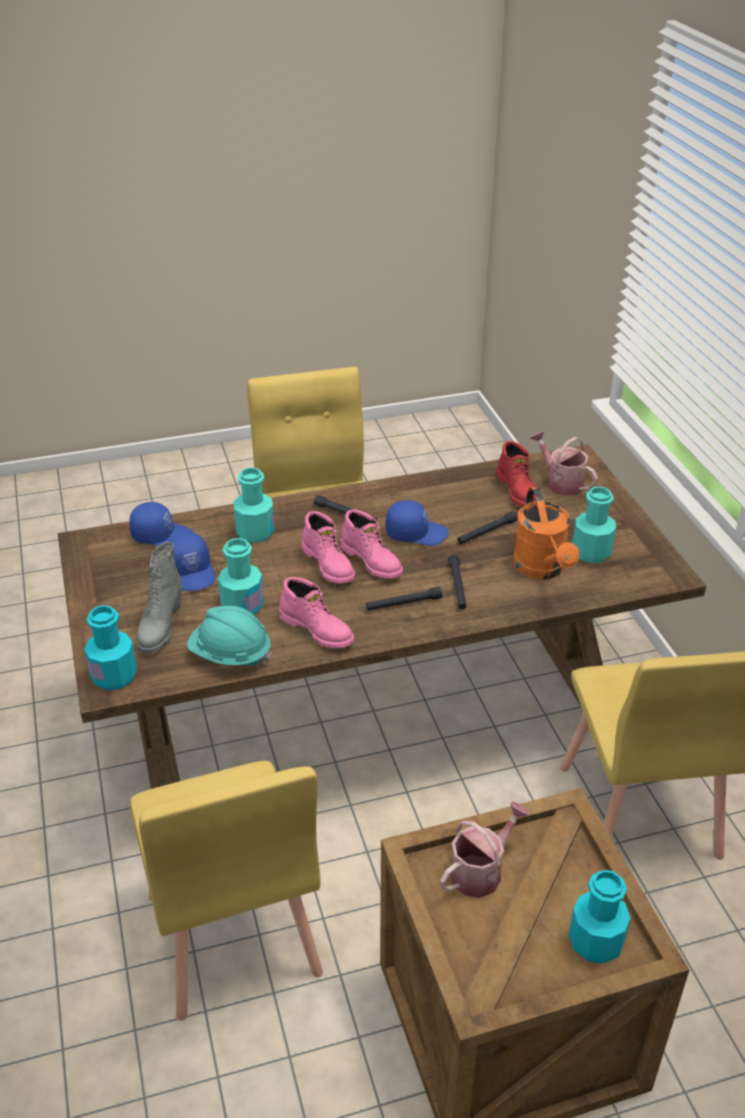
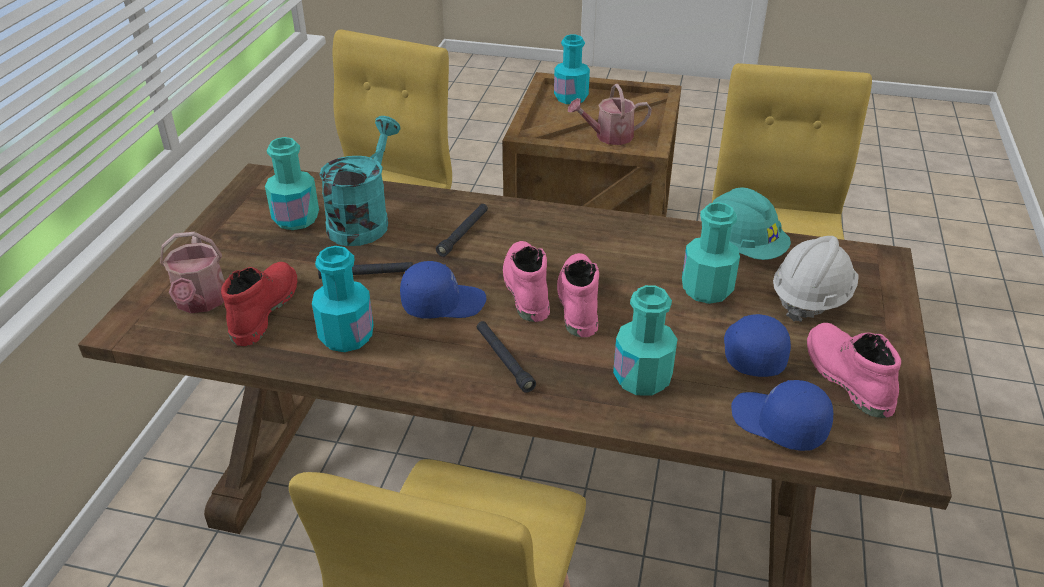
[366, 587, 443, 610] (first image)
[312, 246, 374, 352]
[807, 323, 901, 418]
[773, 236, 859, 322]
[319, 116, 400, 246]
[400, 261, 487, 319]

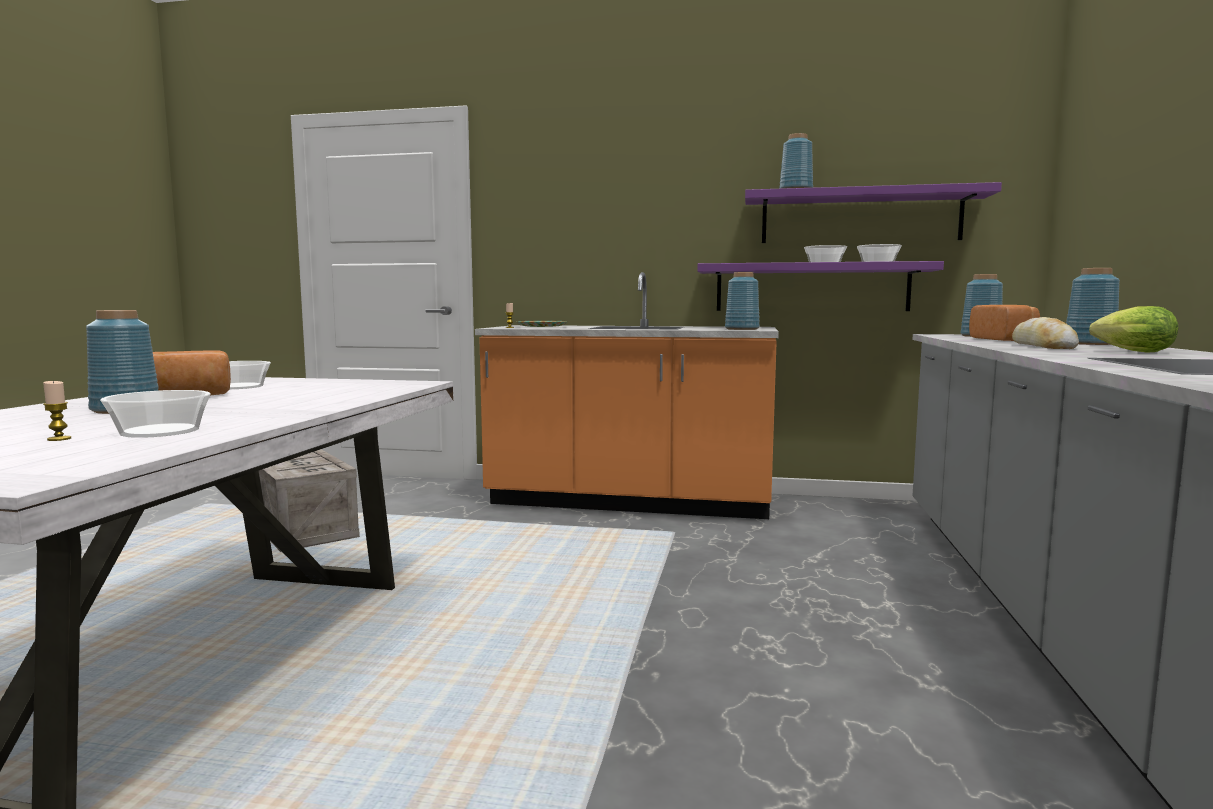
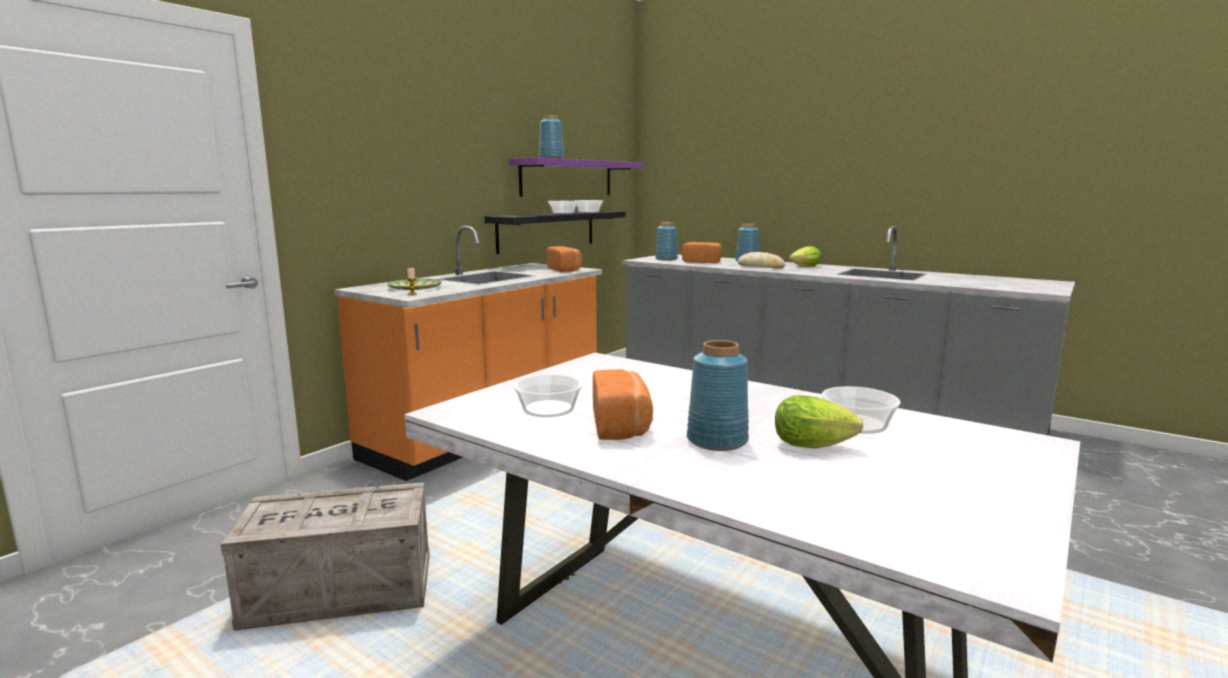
[43, 380, 71, 441] (first image)
[775, 395, 863, 449]
[546, 246, 582, 272]
[484, 211, 626, 254]

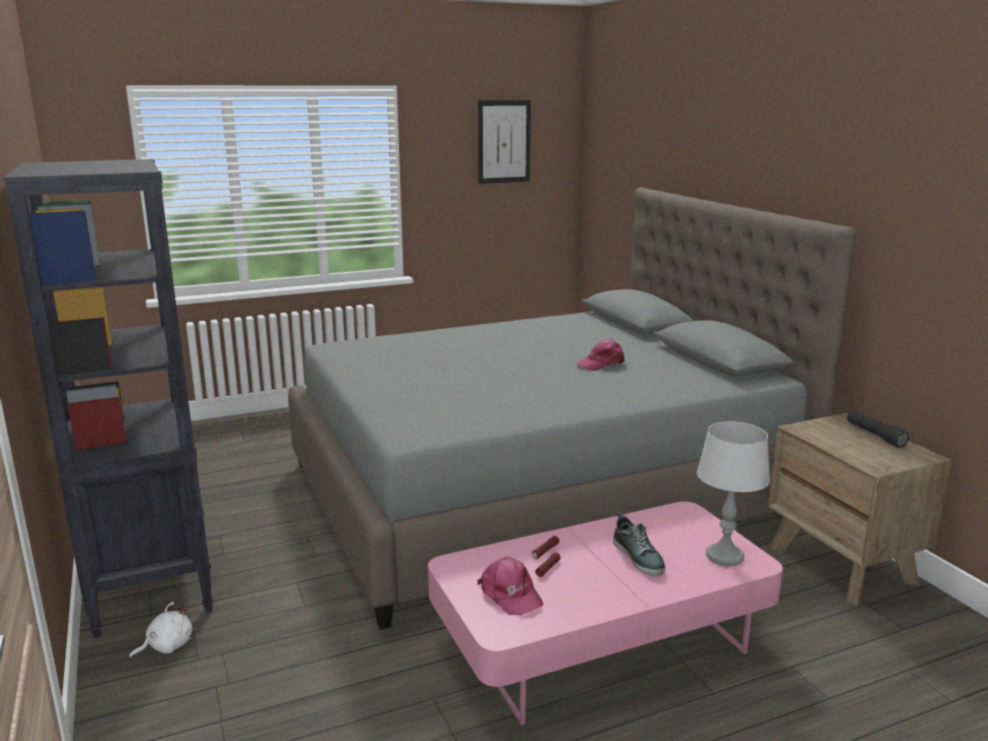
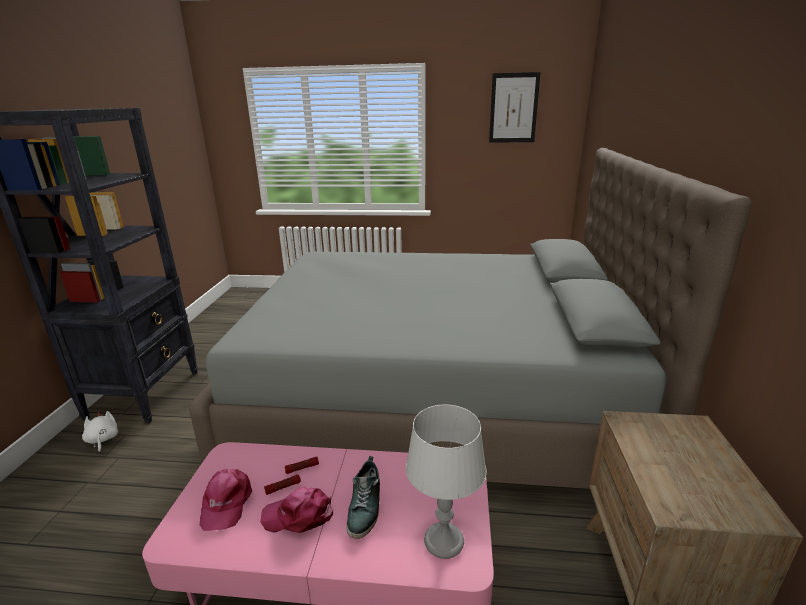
[847, 411, 910, 447] (first image)
[260, 486, 333, 533]
[82, 411, 118, 453]

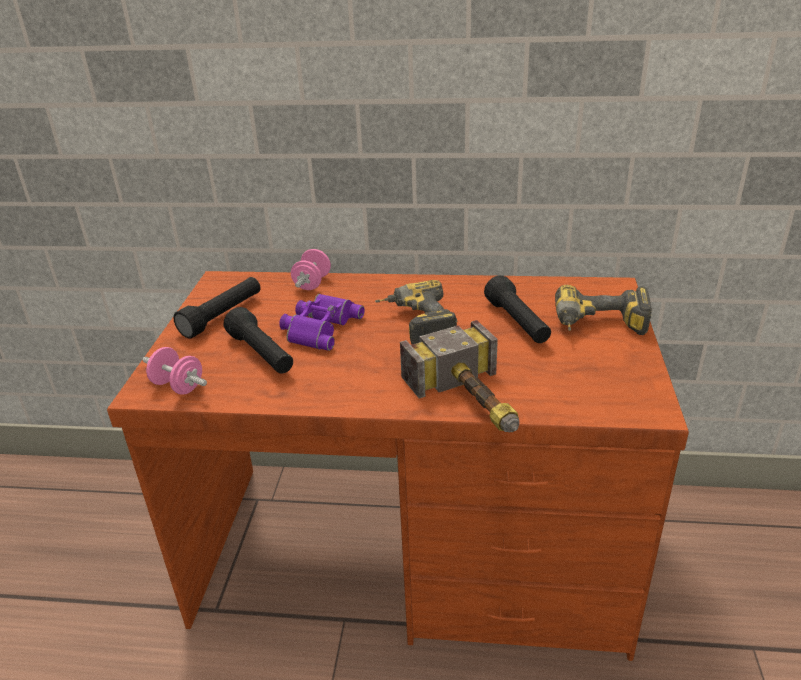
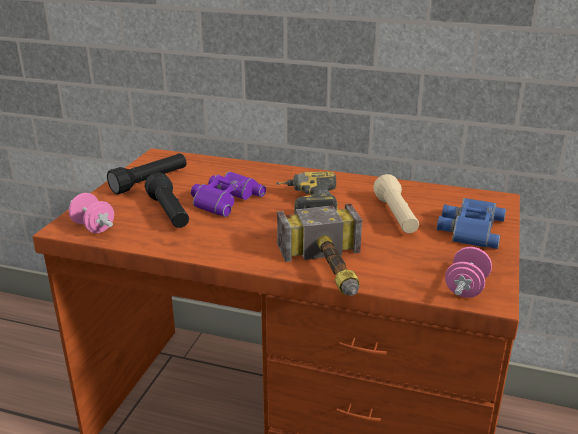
[445, 247, 492, 298]
[437, 198, 506, 249]
[373, 174, 419, 233]

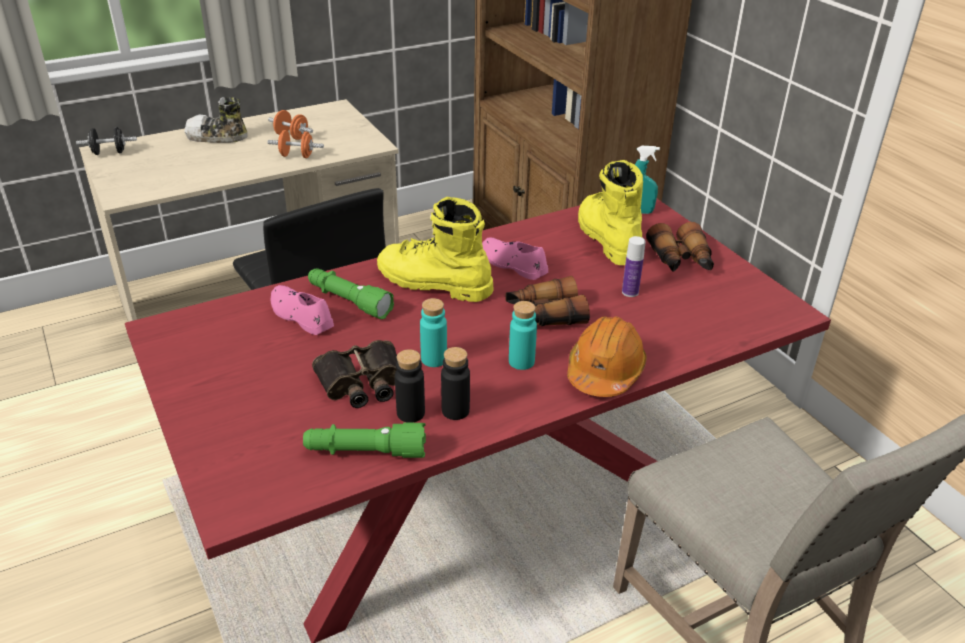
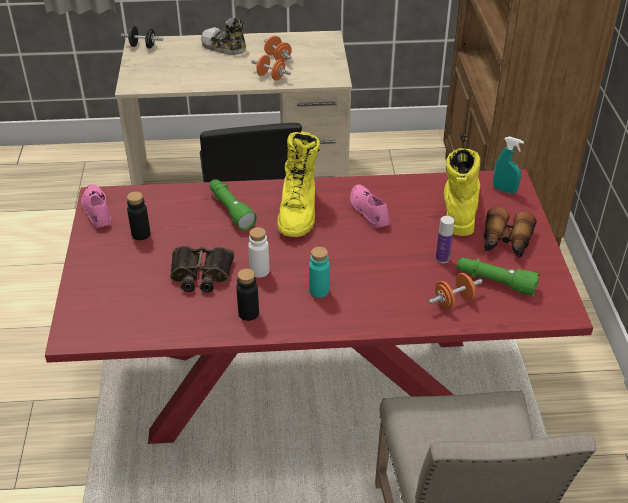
[505, 276, 590, 326] (first image)
[567, 317, 647, 397] (first image)
[428, 273, 483, 309]
[81, 184, 112, 228]
[456, 257, 540, 296]
[127, 191, 150, 240]
[248, 227, 270, 278]
[277, 131, 320, 237]

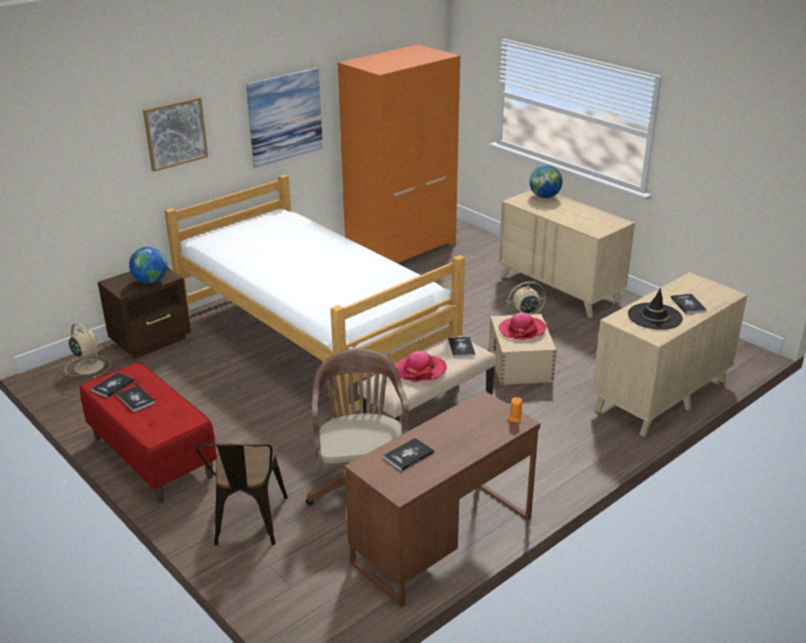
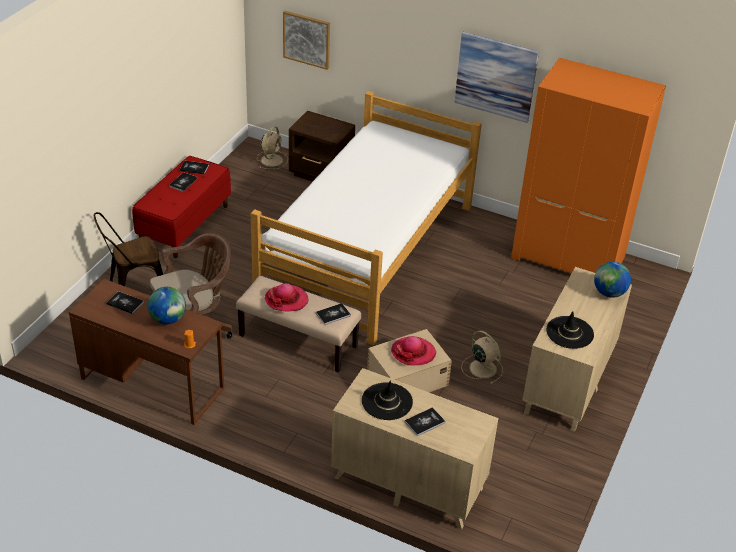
[546, 311, 594, 349]
[148, 287, 186, 324]
[283, 11, 330, 70]

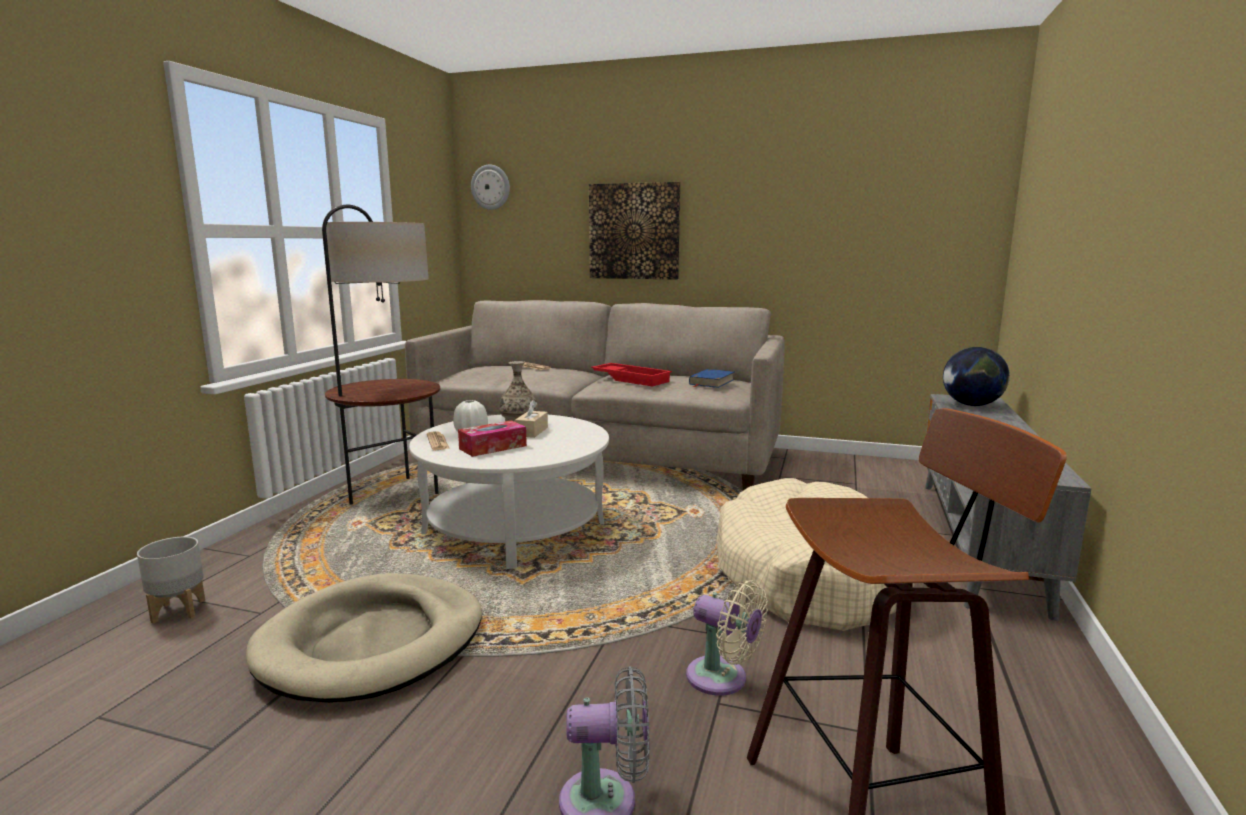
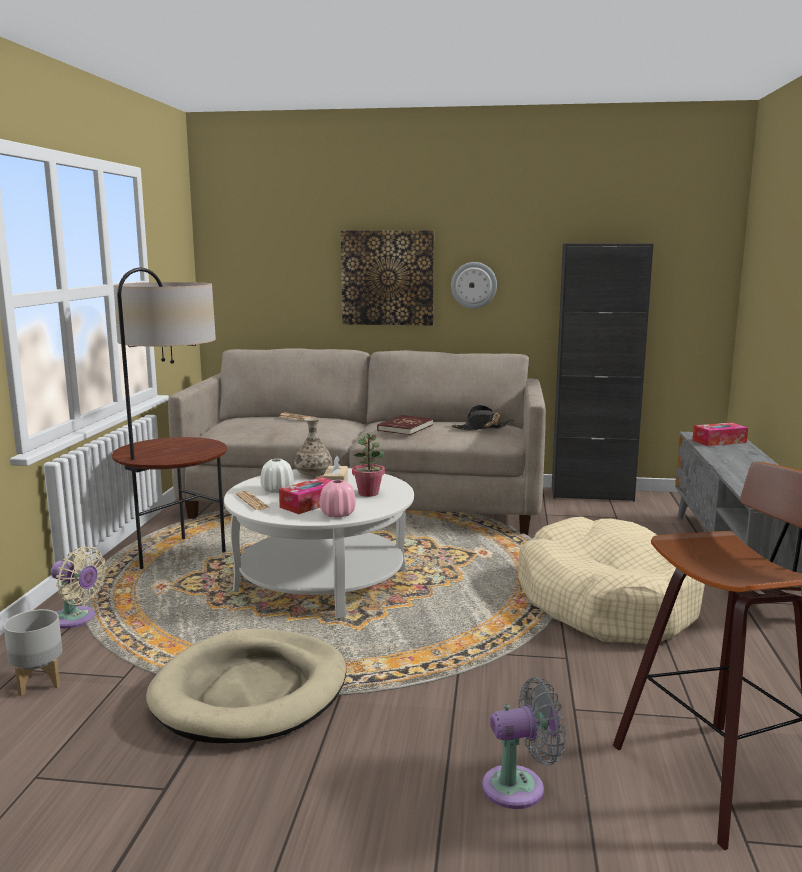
[320, 480, 356, 518]
[352, 433, 385, 497]
[552, 244, 654, 502]
[451, 262, 497, 308]
[50, 547, 107, 629]
[377, 415, 433, 435]
[452, 405, 514, 431]
[692, 423, 748, 446]

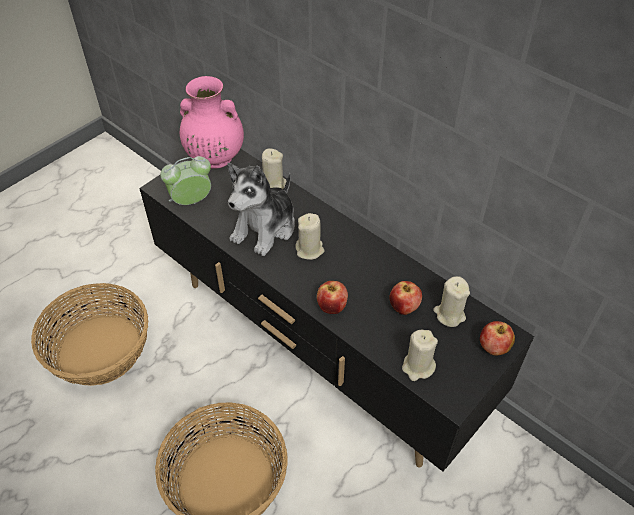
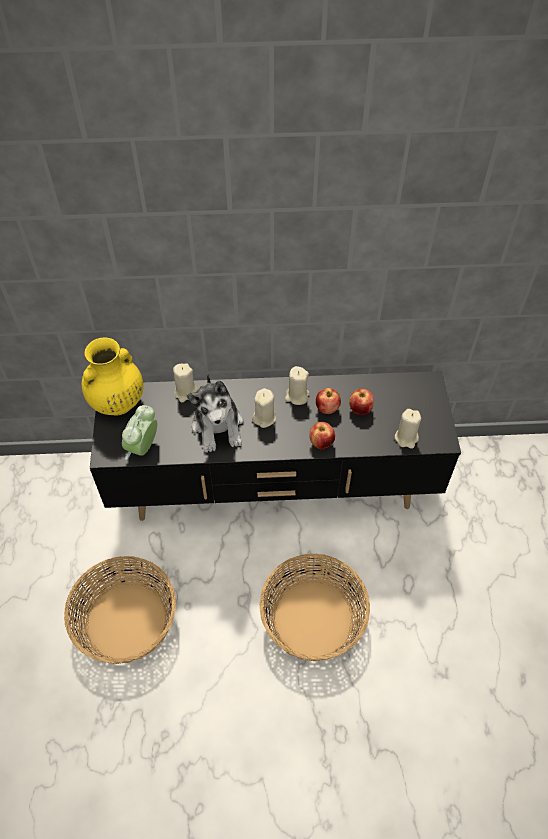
[285, 366, 310, 405]
[316, 388, 341, 414]
[82, 338, 143, 416]

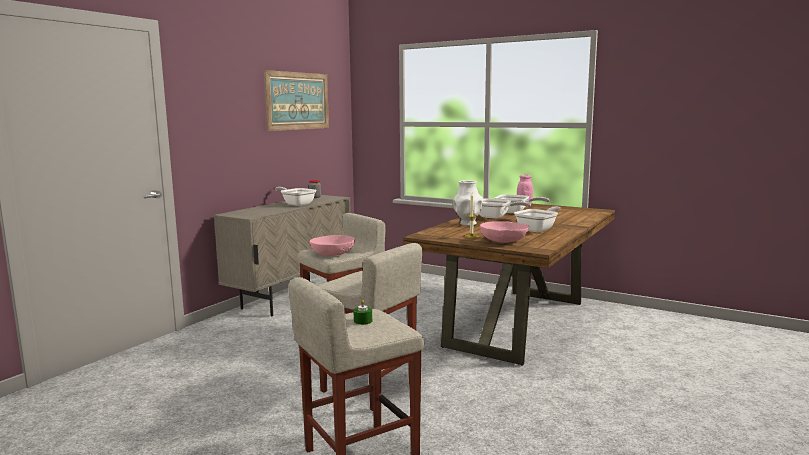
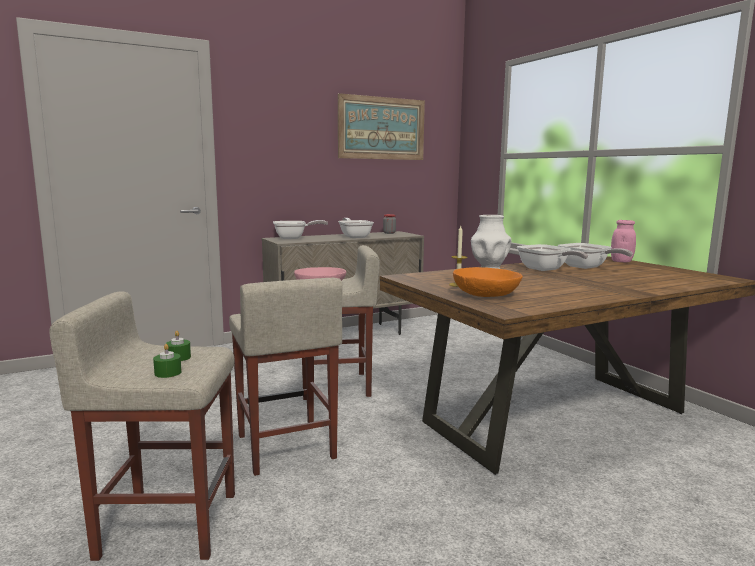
[153, 344, 182, 378]
[273, 220, 328, 239]
[453, 267, 523, 297]

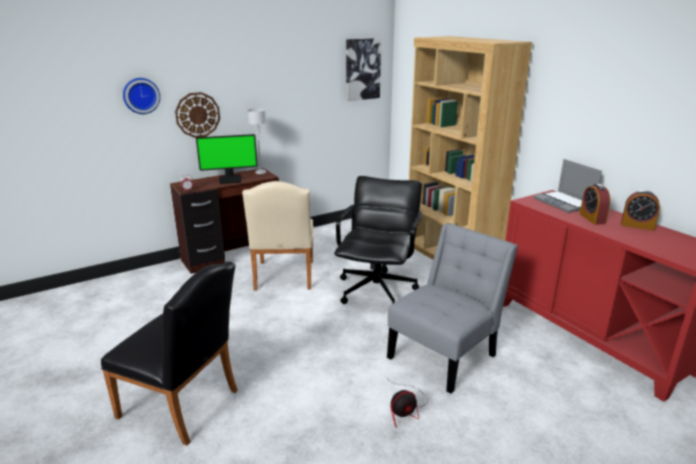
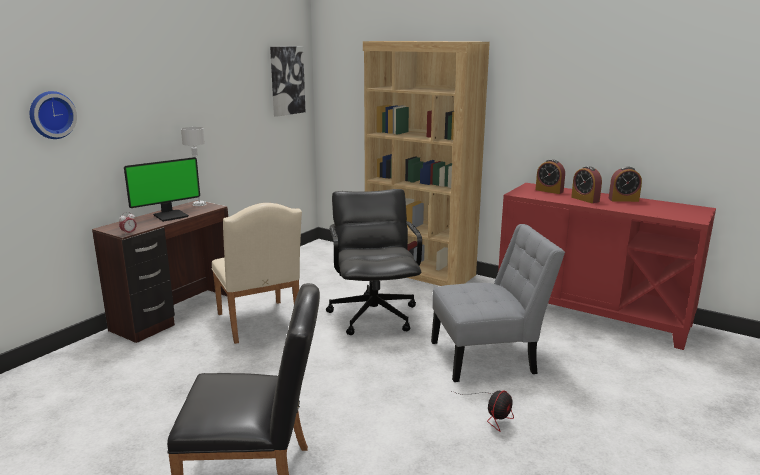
[175, 92, 220, 138] (first image)
[535, 159, 565, 194]
[431, 224, 565, 382]

